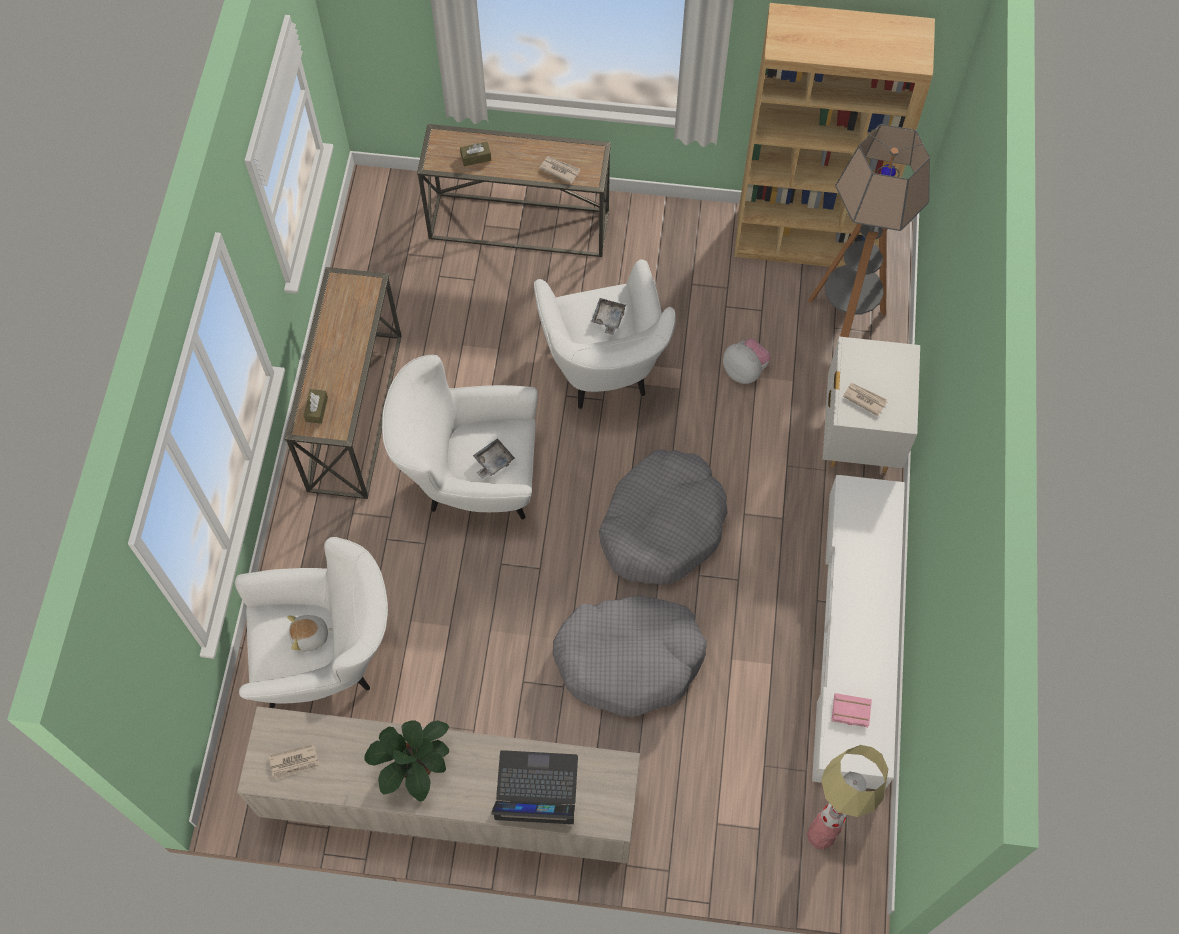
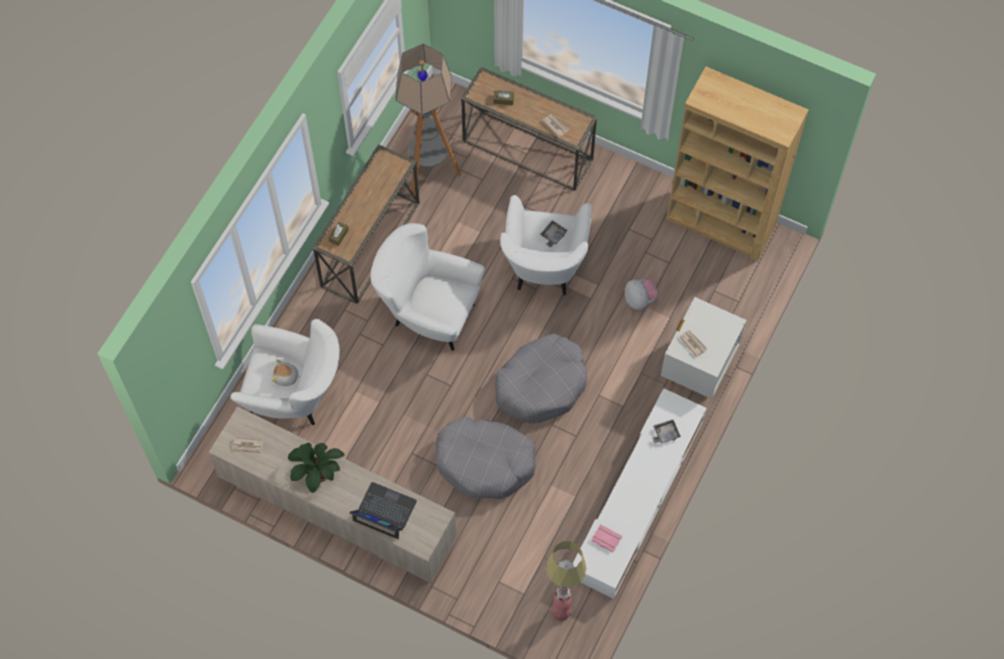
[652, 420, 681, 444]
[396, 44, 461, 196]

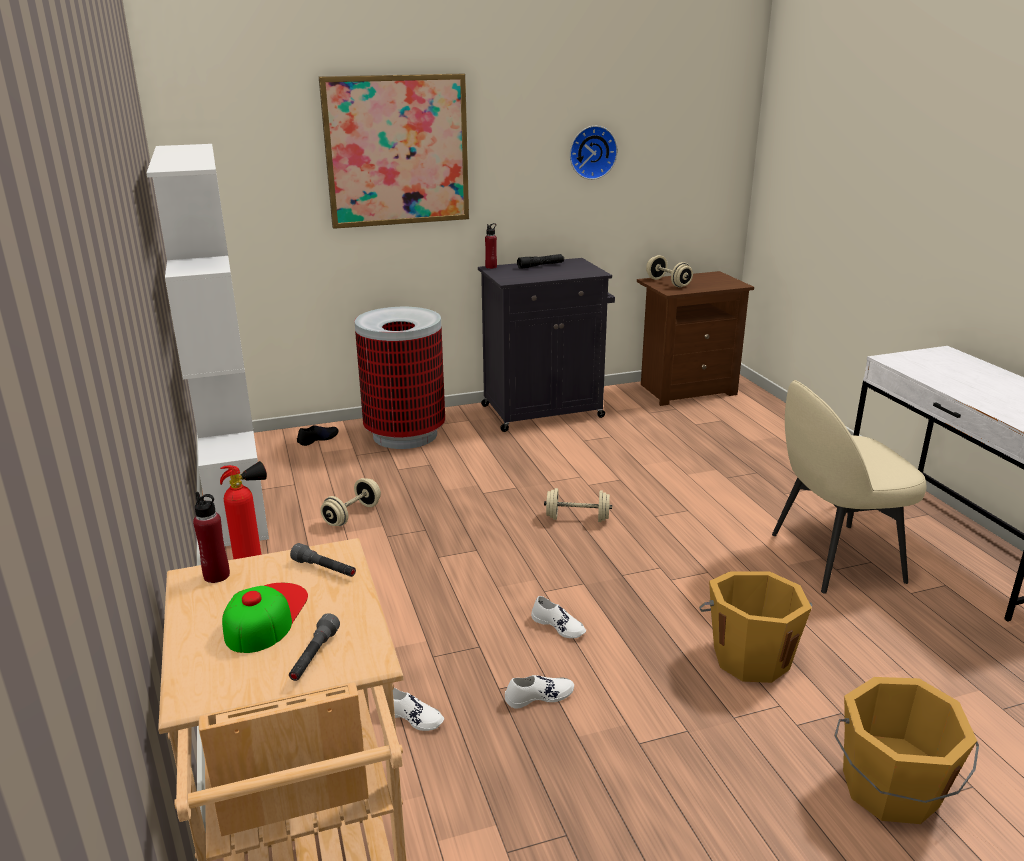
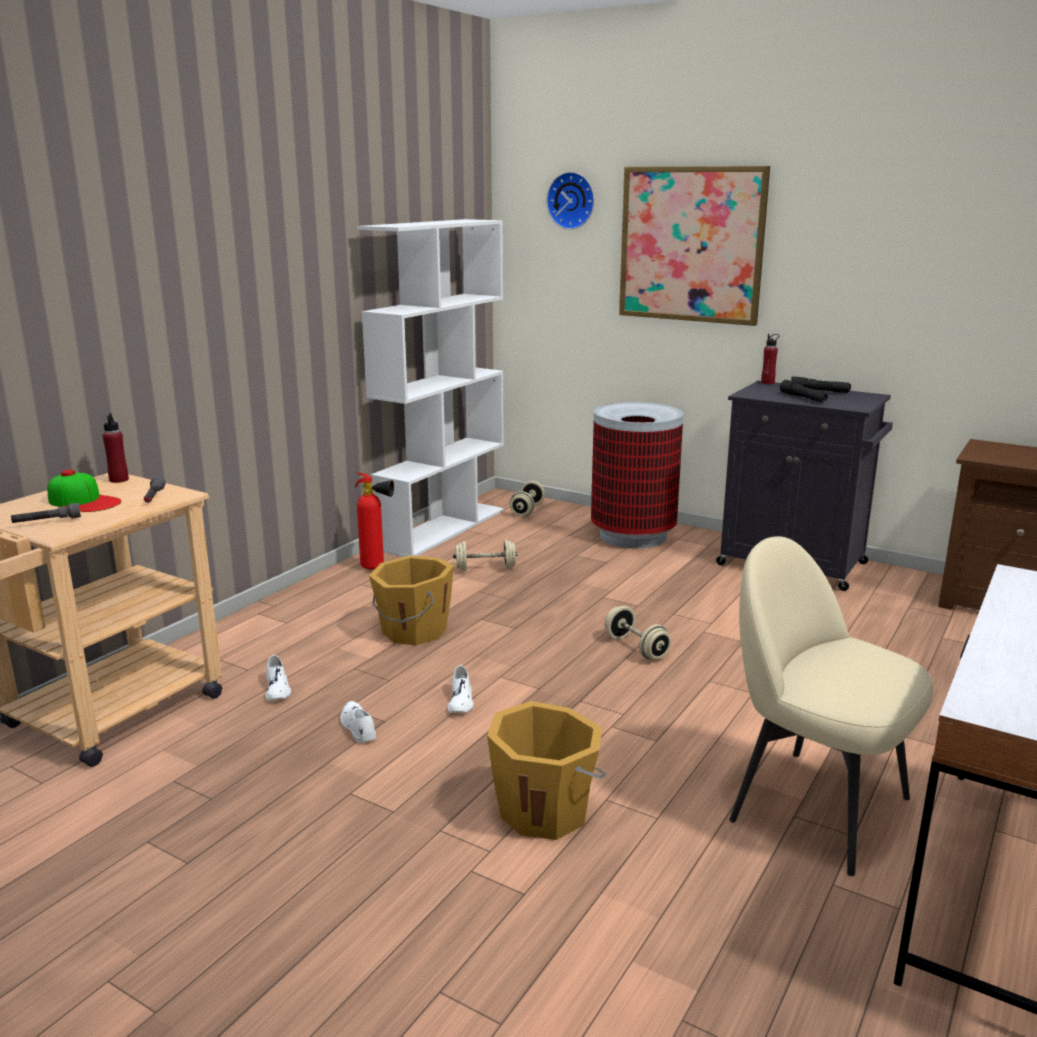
[297, 425, 338, 446] (first image)
[780, 380, 828, 402]
[546, 172, 595, 230]
[510, 481, 545, 516]
[369, 555, 454, 646]
[47, 469, 122, 512]
[341, 701, 376, 743]

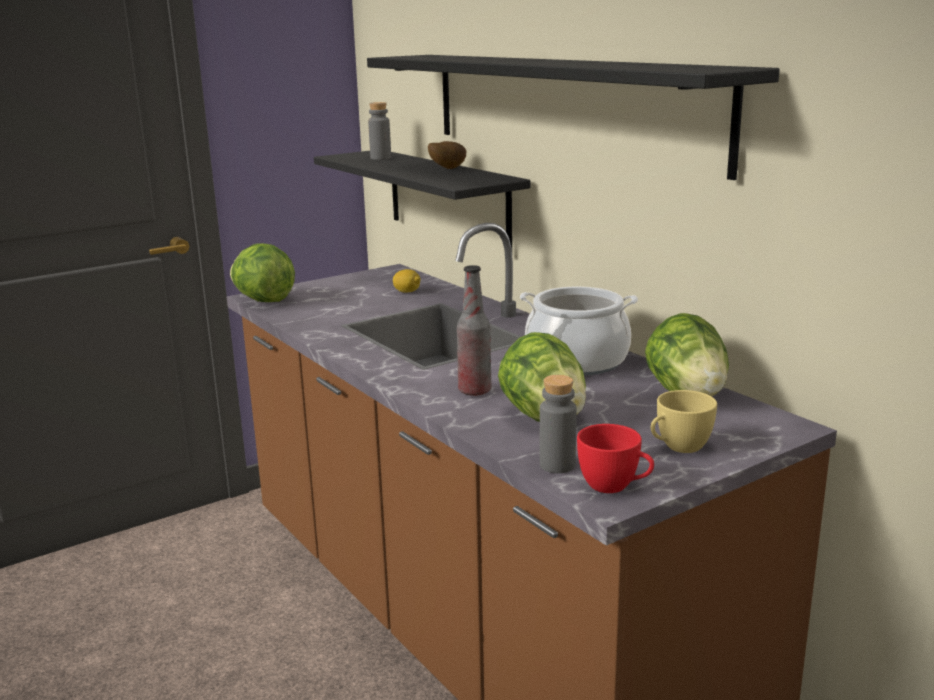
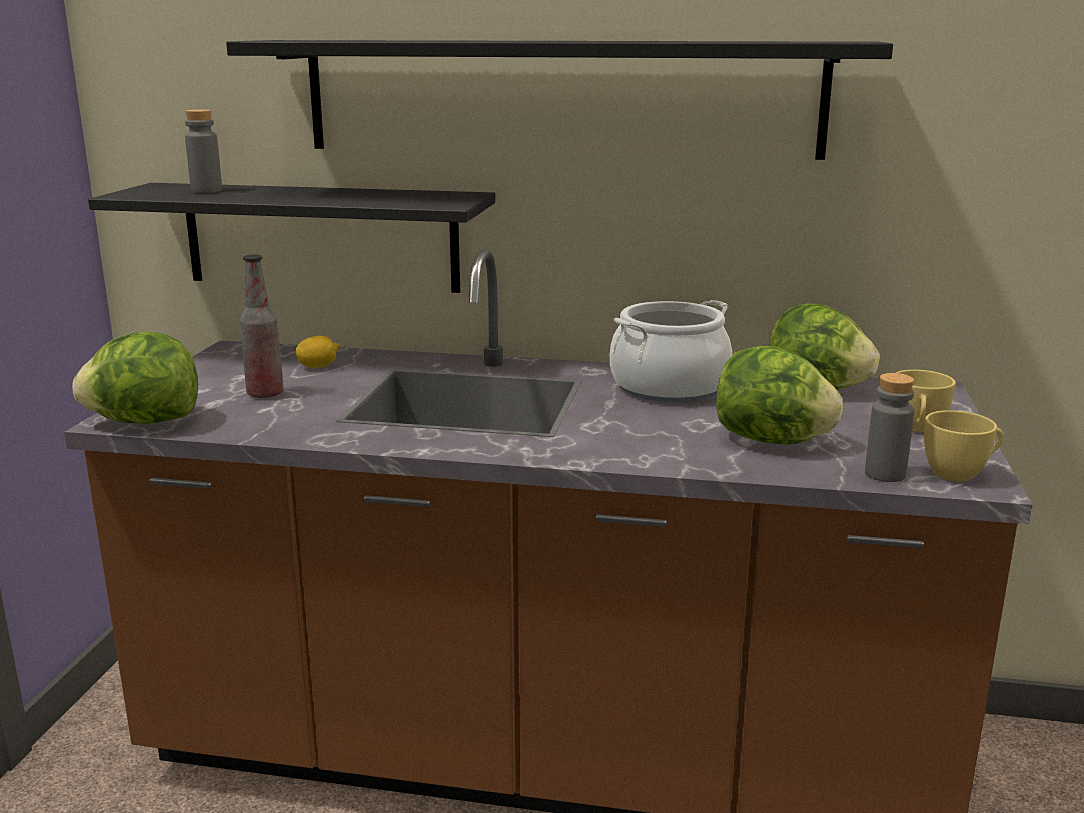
[428, 141, 466, 169] (first image)
[240, 254, 284, 398]
[924, 410, 1004, 482]

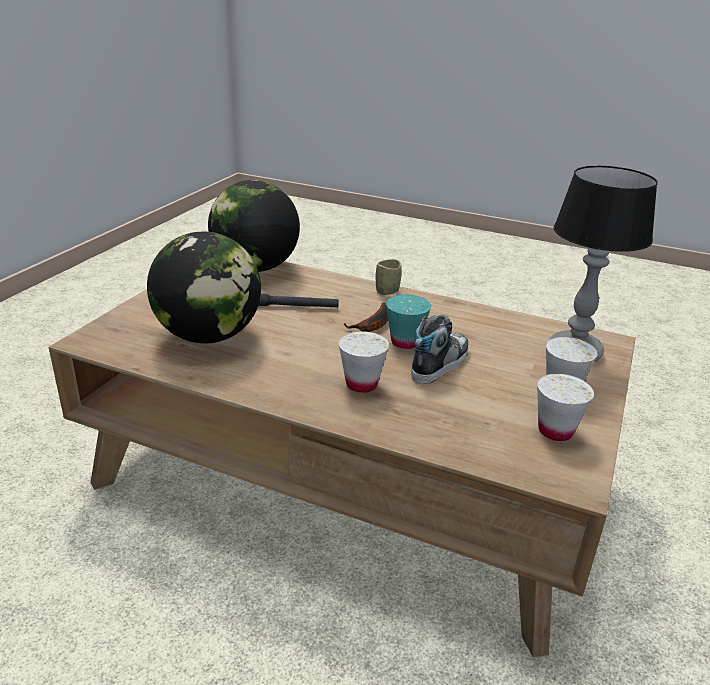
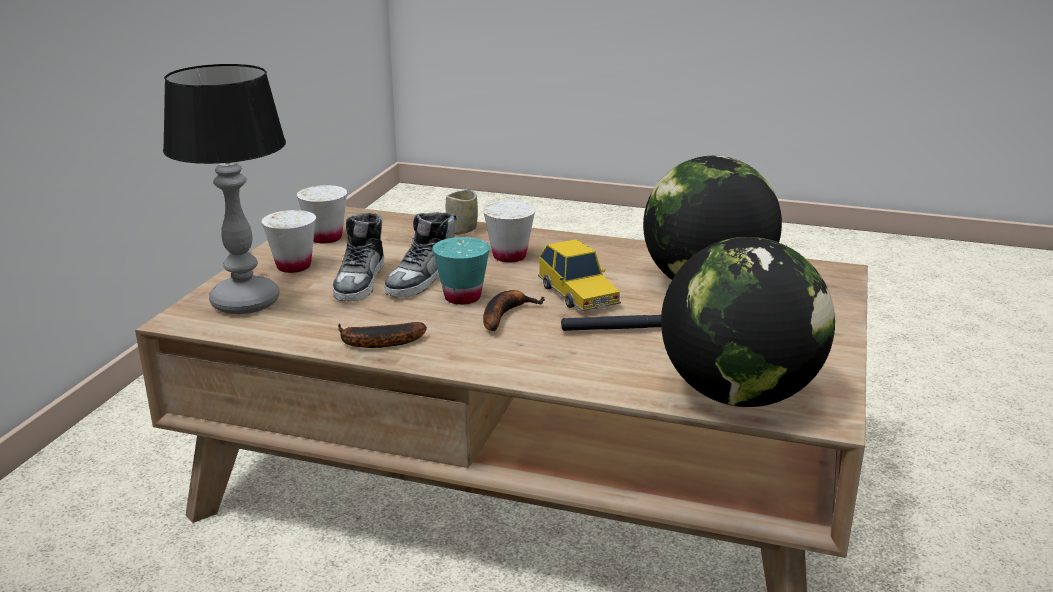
[333, 213, 384, 301]
[338, 322, 427, 348]
[538, 239, 621, 311]
[446, 190, 478, 235]

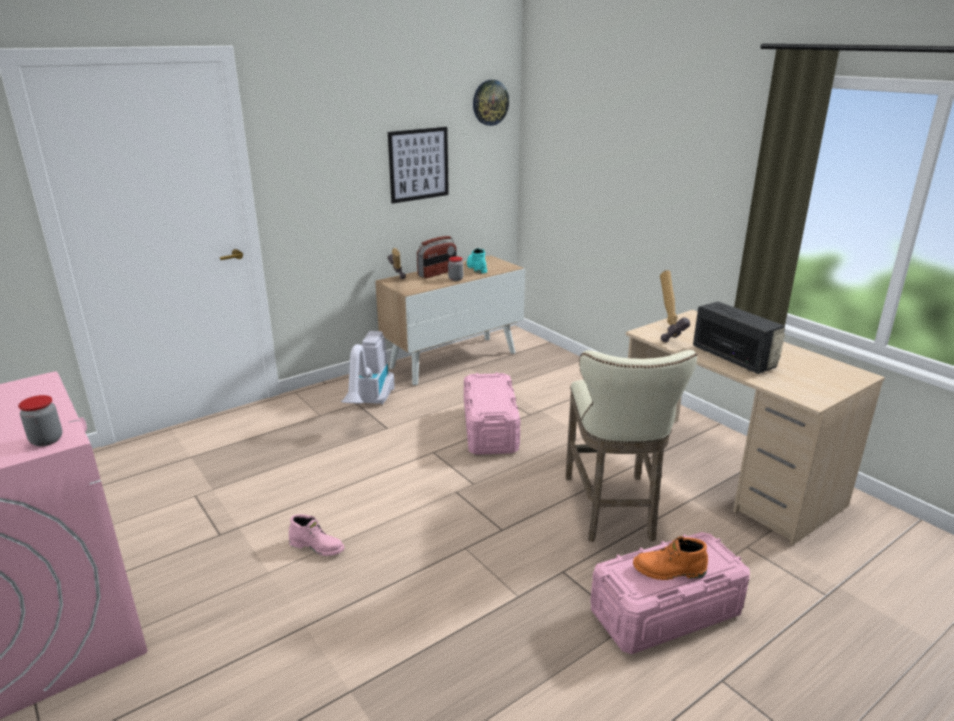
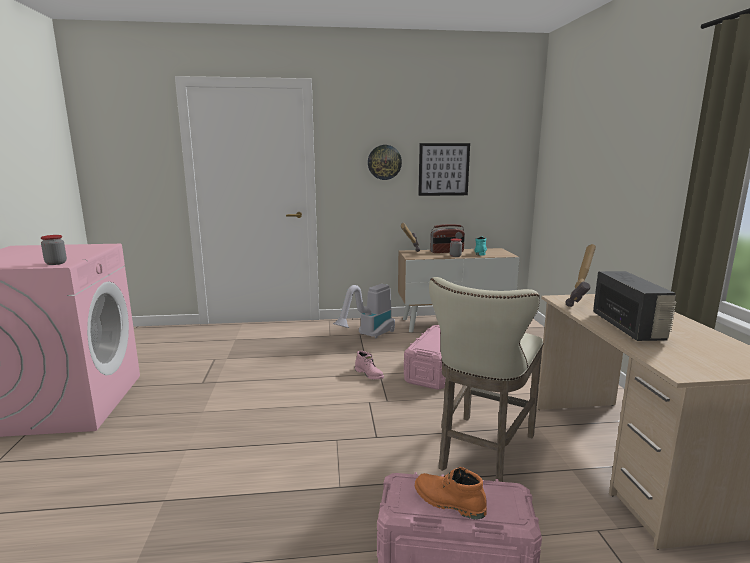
[355, 351, 384, 379]
[368, 145, 402, 180]

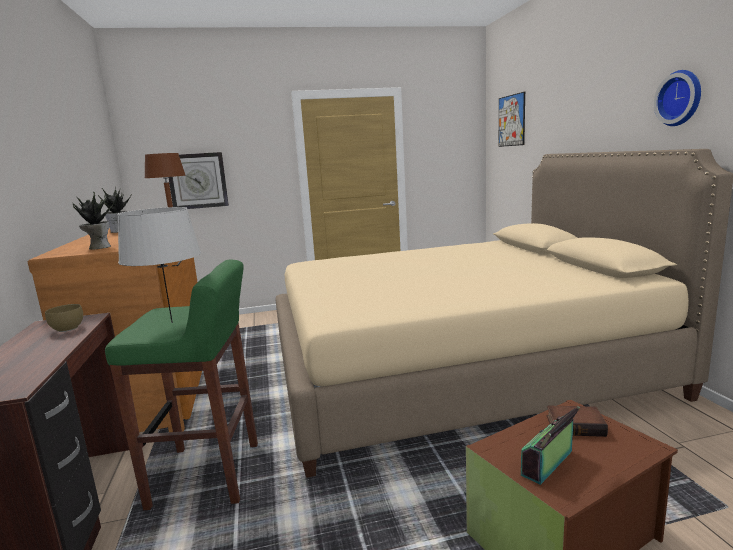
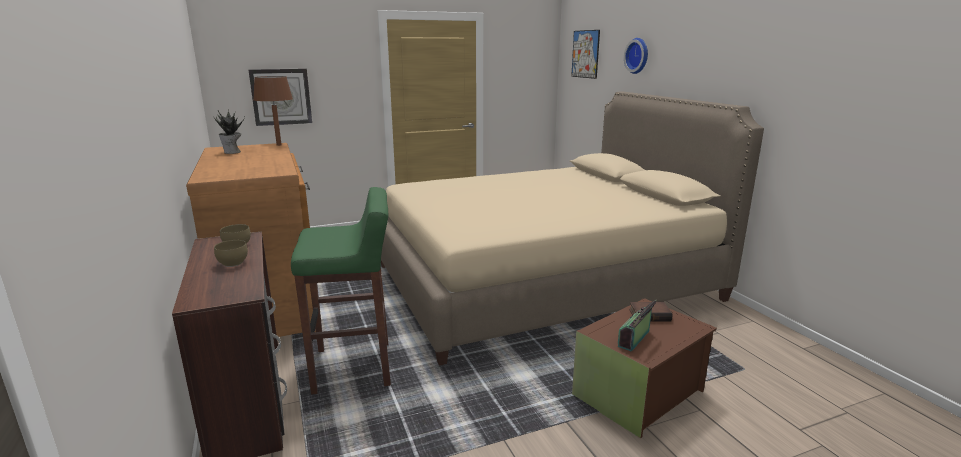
[72, 192, 114, 250] (first image)
[117, 207, 201, 323] (first image)
[214, 240, 248, 267]
[624, 38, 648, 74]

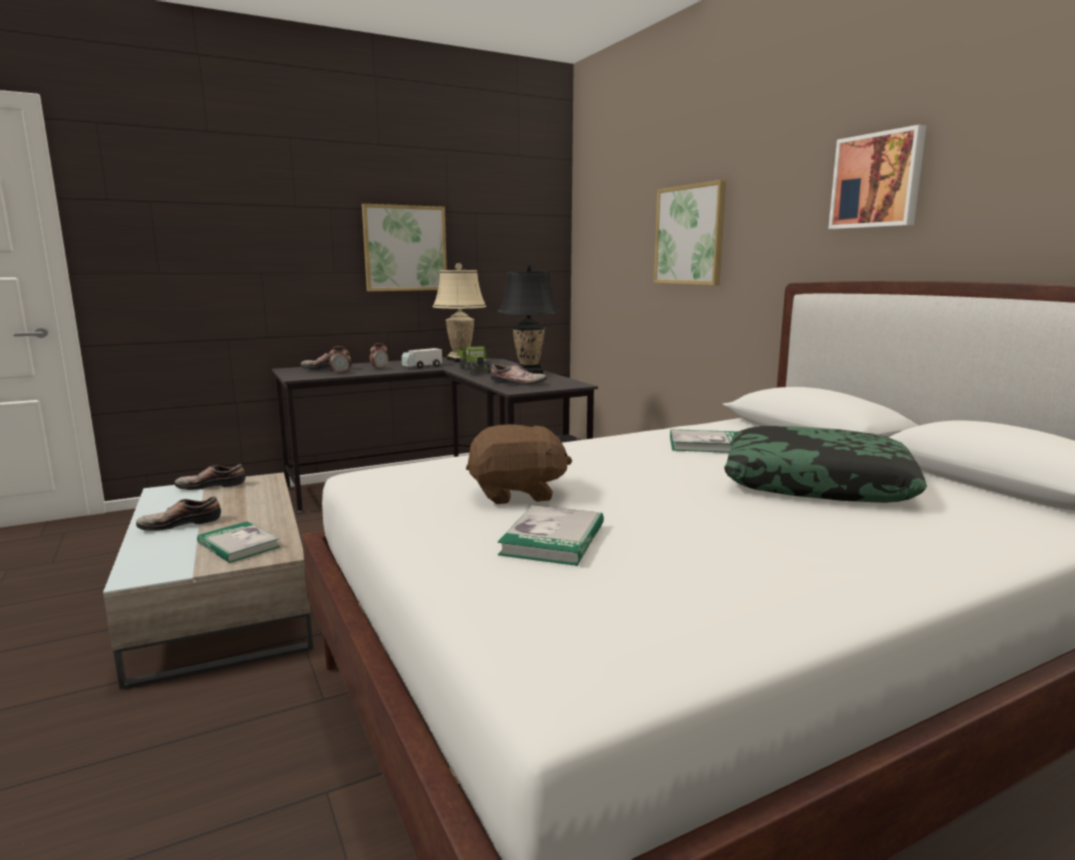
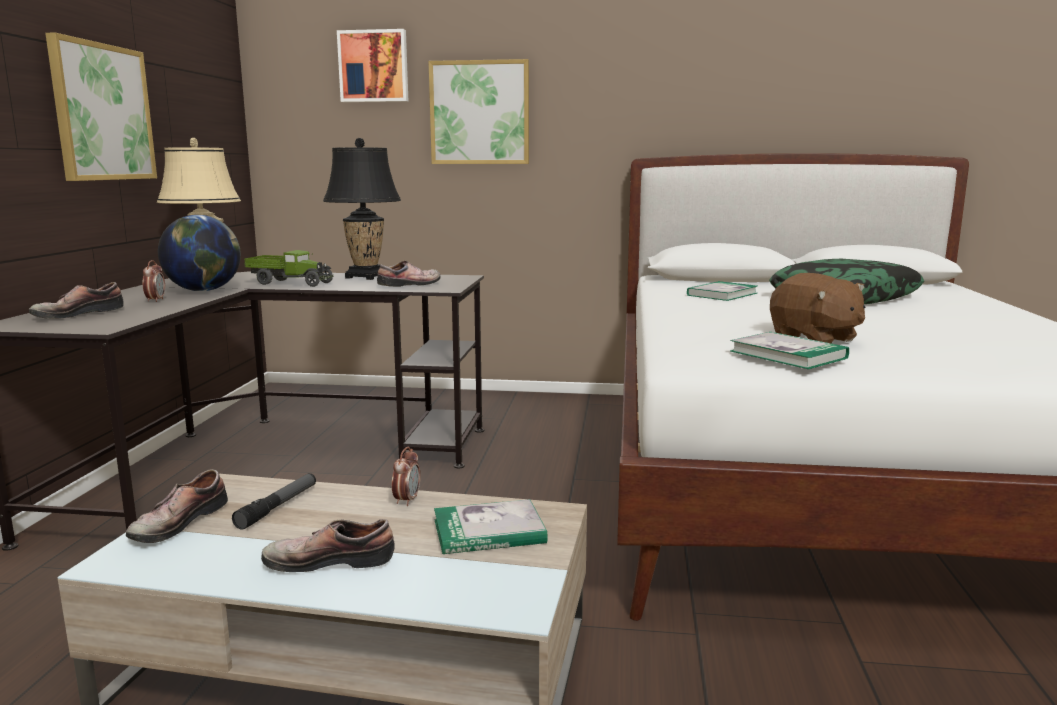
[232, 473, 316, 530]
[392, 447, 421, 506]
[730, 332, 849, 369]
[337, 29, 408, 102]
[158, 215, 241, 291]
[261, 519, 395, 572]
[770, 273, 866, 343]

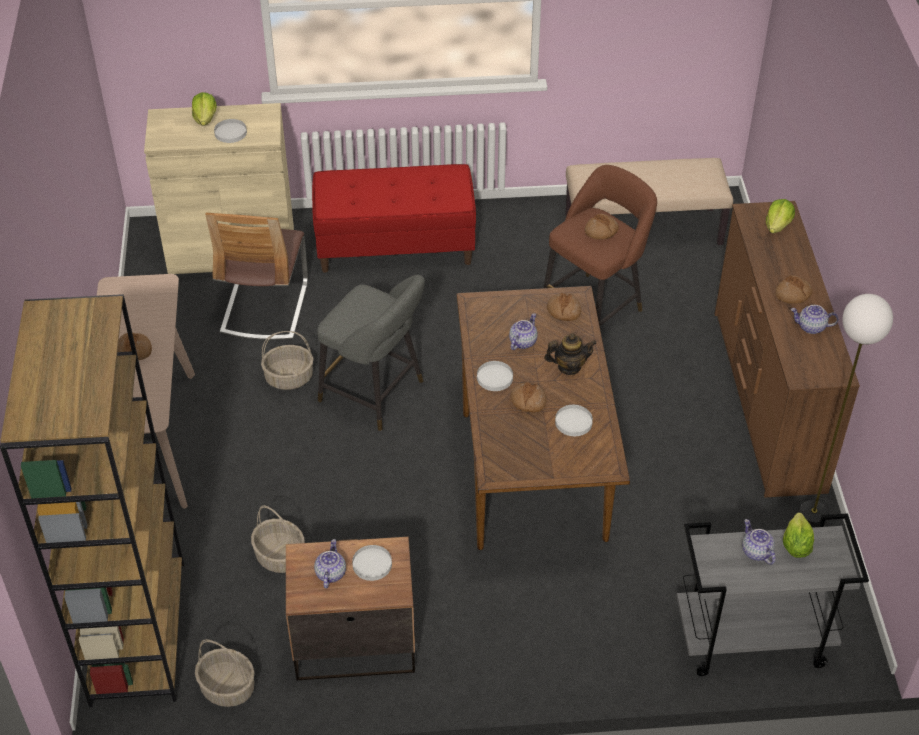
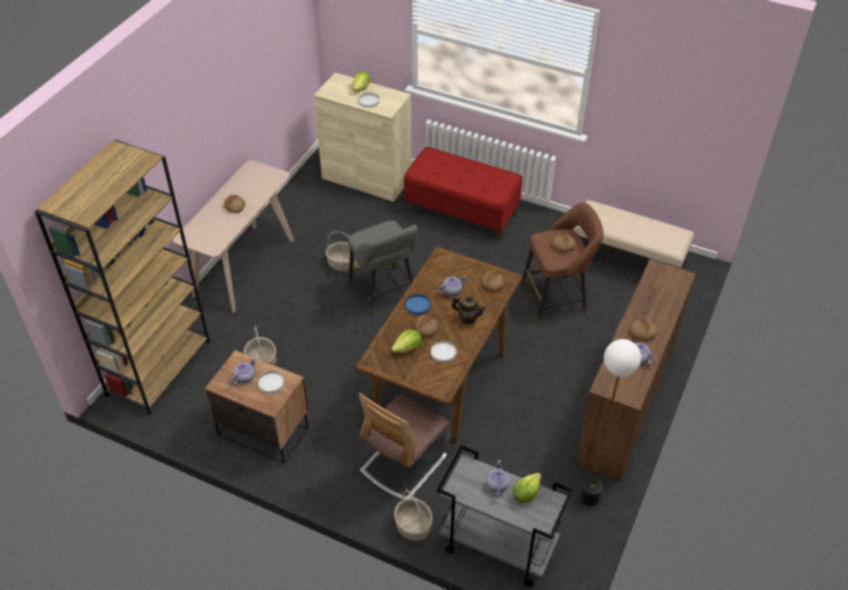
[394, 489, 433, 541]
[359, 392, 451, 500]
[391, 329, 422, 353]
[406, 294, 430, 315]

